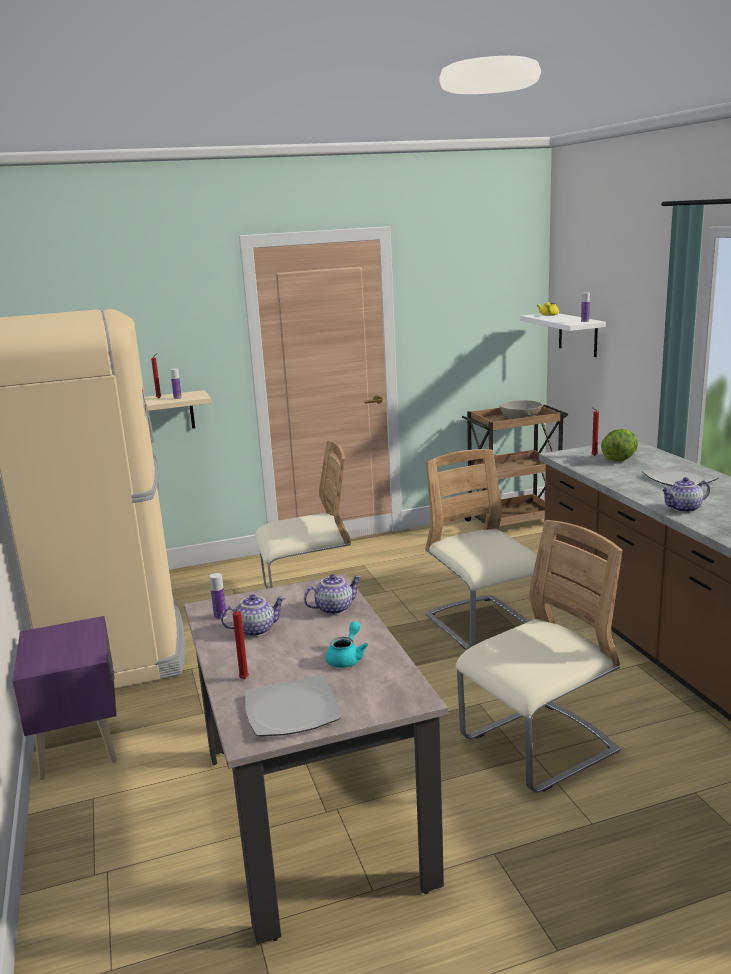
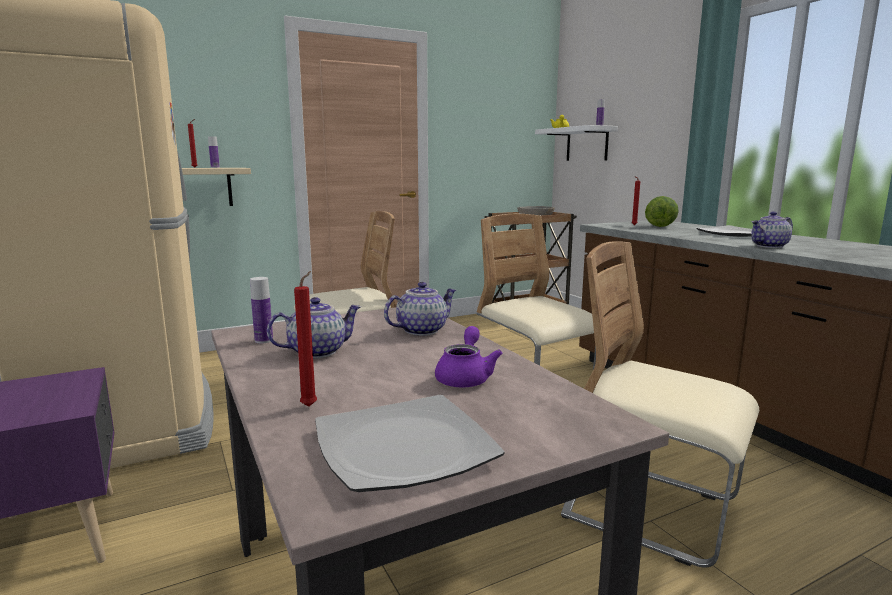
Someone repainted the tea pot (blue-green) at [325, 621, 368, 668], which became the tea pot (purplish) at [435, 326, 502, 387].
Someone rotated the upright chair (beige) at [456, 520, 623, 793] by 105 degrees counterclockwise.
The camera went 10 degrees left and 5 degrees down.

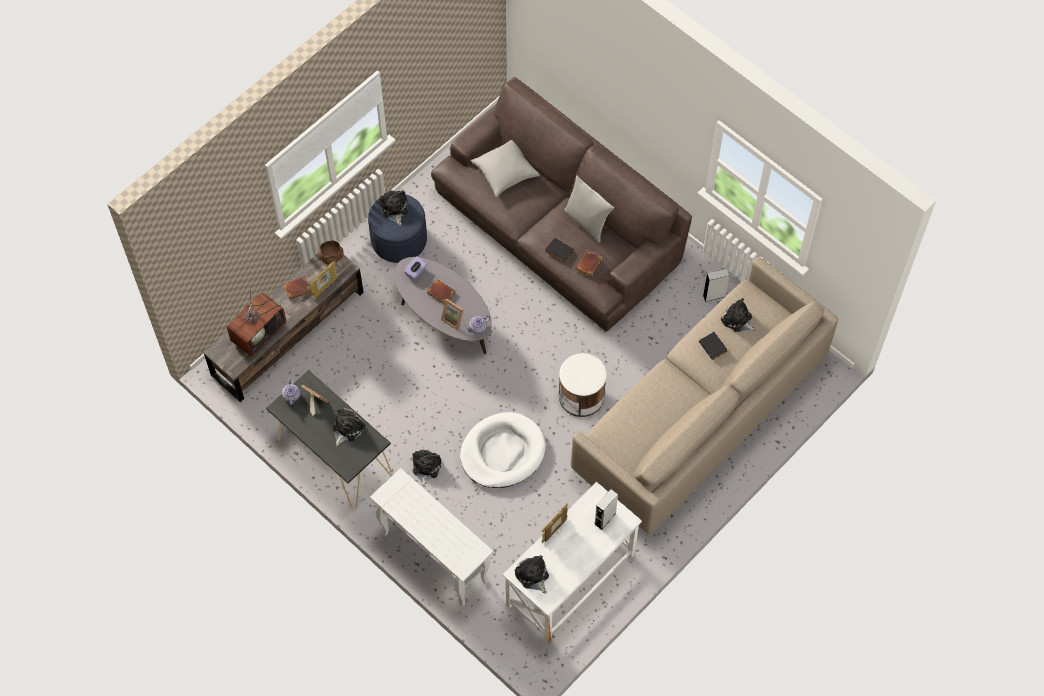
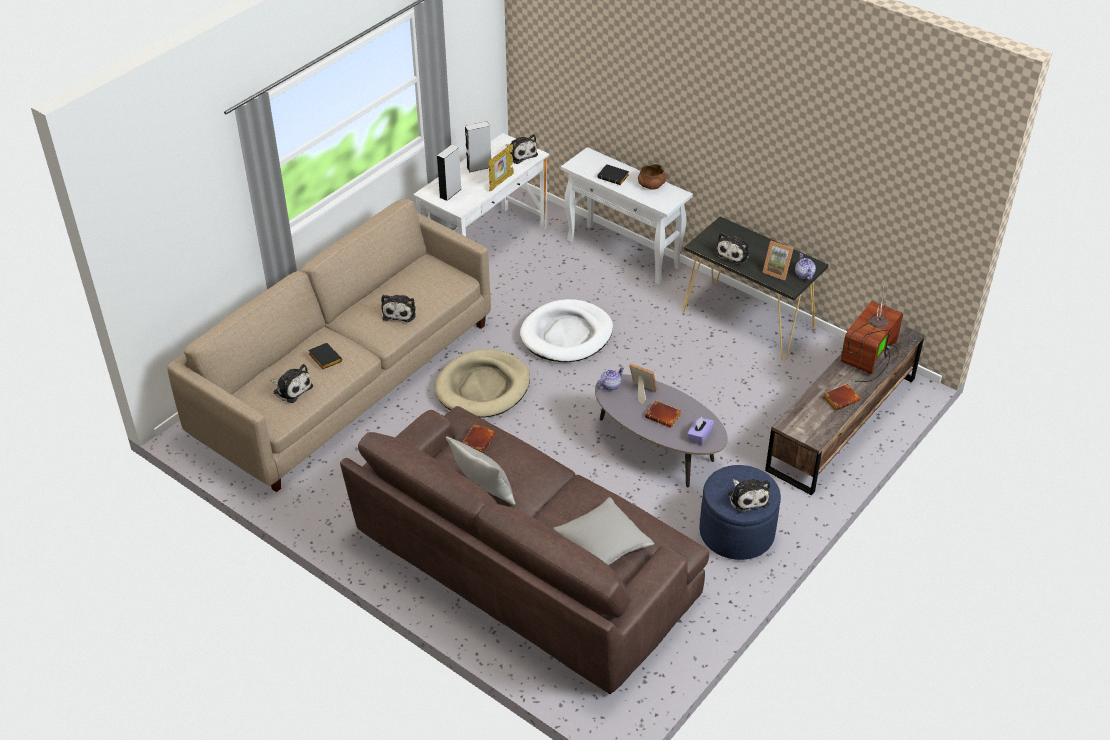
Someone carried the cuddly toy from [412, 449, 441, 487] to [381, 295, 416, 322].
Someone swapped the end table (white-coloured) at [559, 353, 607, 417] for the dog cushion (beige) at [435, 349, 530, 417].
Someone carried the loudspeaker (greyish) from [703, 269, 730, 302] to [465, 121, 491, 172].
Someone carried the volume (black) from [545, 238, 574, 263] to [597, 164, 629, 185].
Someone carried the serving bowl (brown-coloured) from [318, 240, 344, 265] to [638, 164, 666, 190].
Someone took away the photo frame at [310, 261, 338, 300].
The camera went 175 degrees right and 20 degrees down.

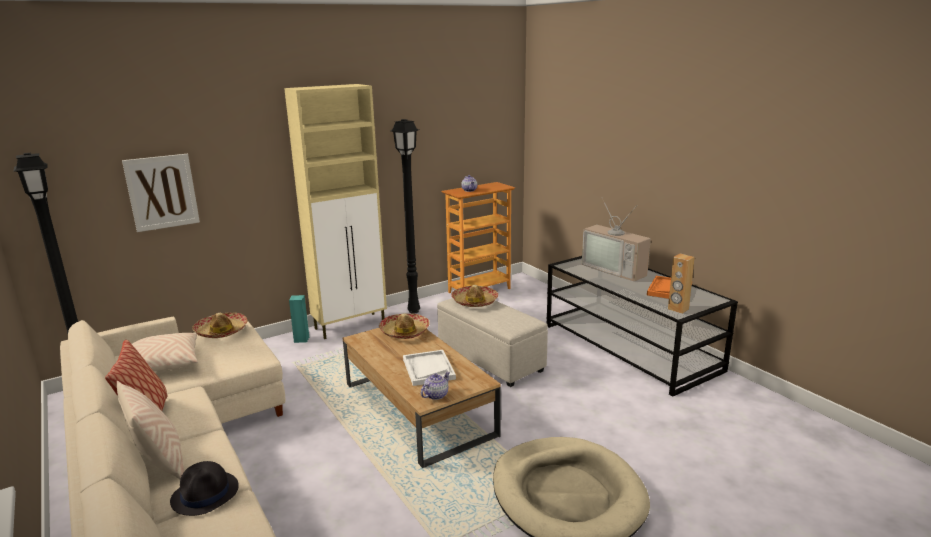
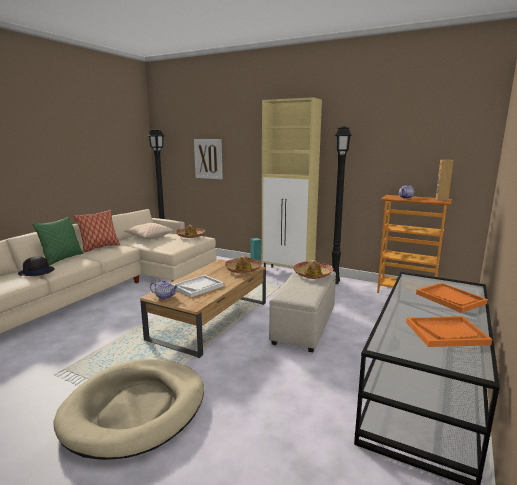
Someone repainted the throw pillow (beige) at [117, 381, 184, 480], which became the throw pillow (green-coloured) at [32, 217, 83, 266].
Someone swapped the TV at [582, 197, 651, 281] for the serving tray (orange) at [416, 283, 488, 313].
Someone carried the loudspeaker (brown-coloured) from [668, 254, 695, 314] to [436, 160, 454, 201].
The camera went 60 degrees right and 5 degrees down.

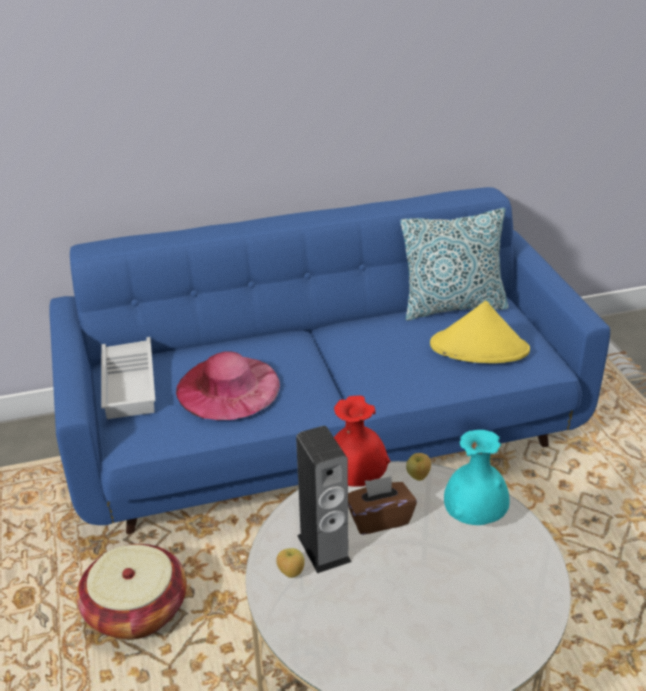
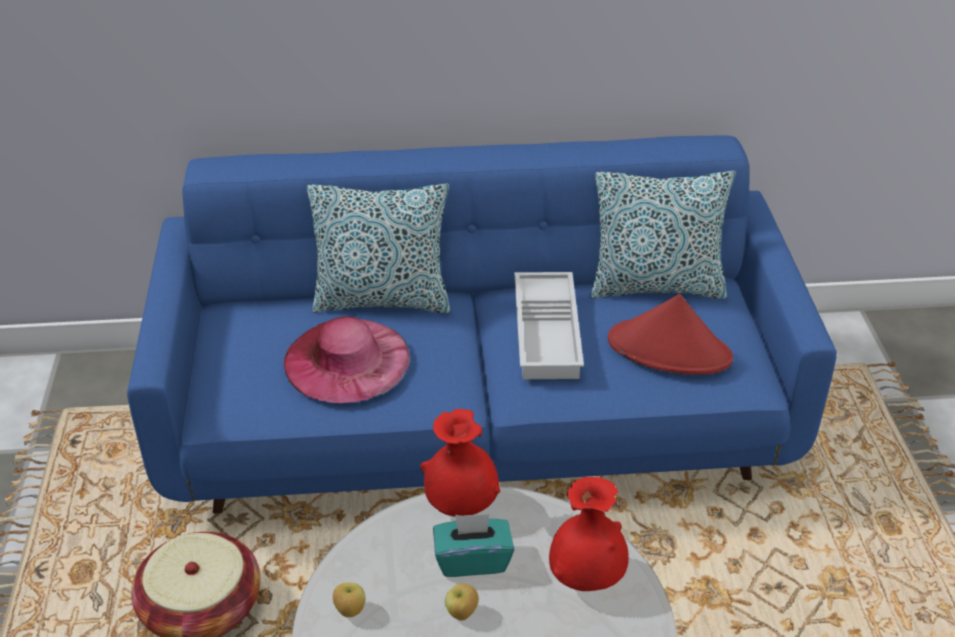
Someone put down the throw pillow at [307, 183, 451, 313].
Someone repainted the box of tissues (brown-coloured) at [348, 476, 417, 535], which became the box of tissues (blue-green) at [433, 514, 514, 577].
Someone carried the whole apple from [406, 453, 431, 481] to [445, 584, 479, 621].
Someone carried the serving tray (white-coloured) from [101, 337, 155, 419] to [514, 272, 584, 379].
Someone repainted the vase (blue-green) at [444, 430, 509, 525], which became the vase (reddish) at [549, 477, 629, 591].
Someone repainted the hat (yellow-coloured) at [430, 301, 530, 363], which became the hat (reddish) at [608, 294, 733, 375].
Someone took away the loudspeaker at [296, 426, 351, 573].
The camera went 10 degrees right and 5 degrees up.

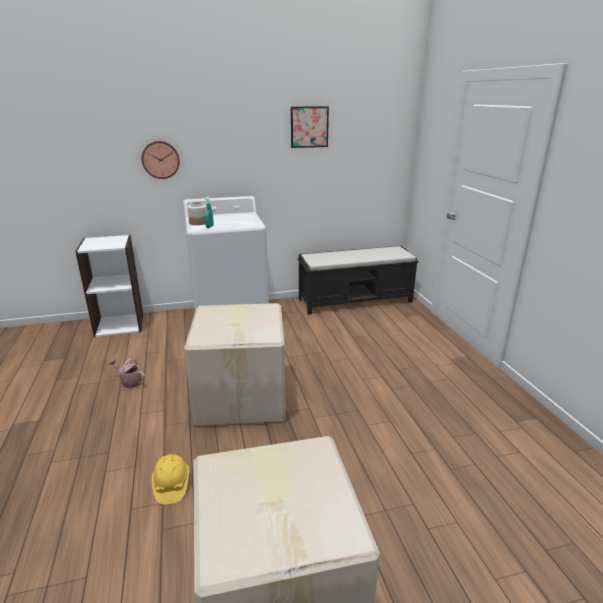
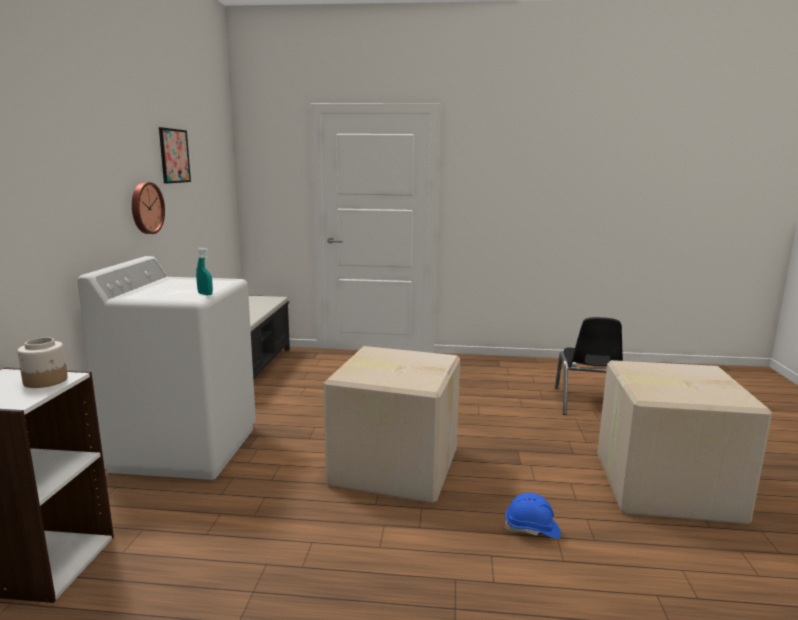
Someone carried the storage jar from [188, 202, 207, 225] to [17, 337, 68, 388].
Someone carried the clock on the wall from [142, 141, 180, 179] to [132, 182, 165, 234].
Someone repainted the work helmet (yellow-coloured) at [152, 454, 189, 505], which became the work helmet (blue-coloured) at [504, 493, 561, 539].
Someone put down the upright chair (black) at [555, 317, 623, 415].
Someone took away the sprinkling can at [109, 359, 145, 388].
The camera went 70 degrees left and 10 degrees down.

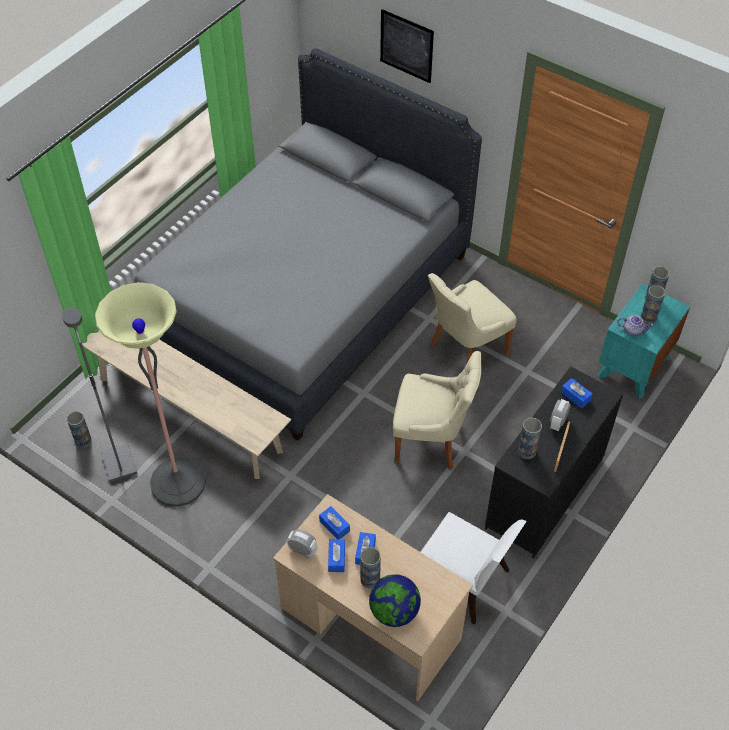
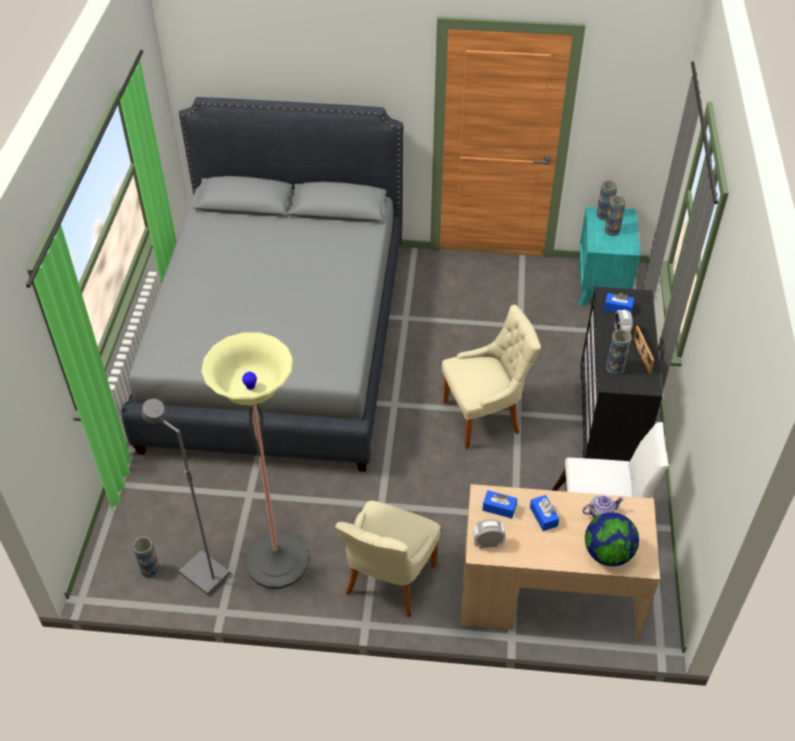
Someone carried the upright chair (beige) from [428, 273, 517, 364] to [335, 501, 441, 618].
Someone carried the tea pot from [617, 315, 653, 336] to [582, 495, 624, 518].
Someone took away the bench (beige) at [82, 330, 291, 479].
Someone took away the box of tissues (blue-coloured) at [328, 539, 345, 572].
Someone took away the vase at [360, 547, 381, 589].
Someone took away the picture at [380, 9, 434, 83].
The camera went 30 degrees left and 5 degrees down.

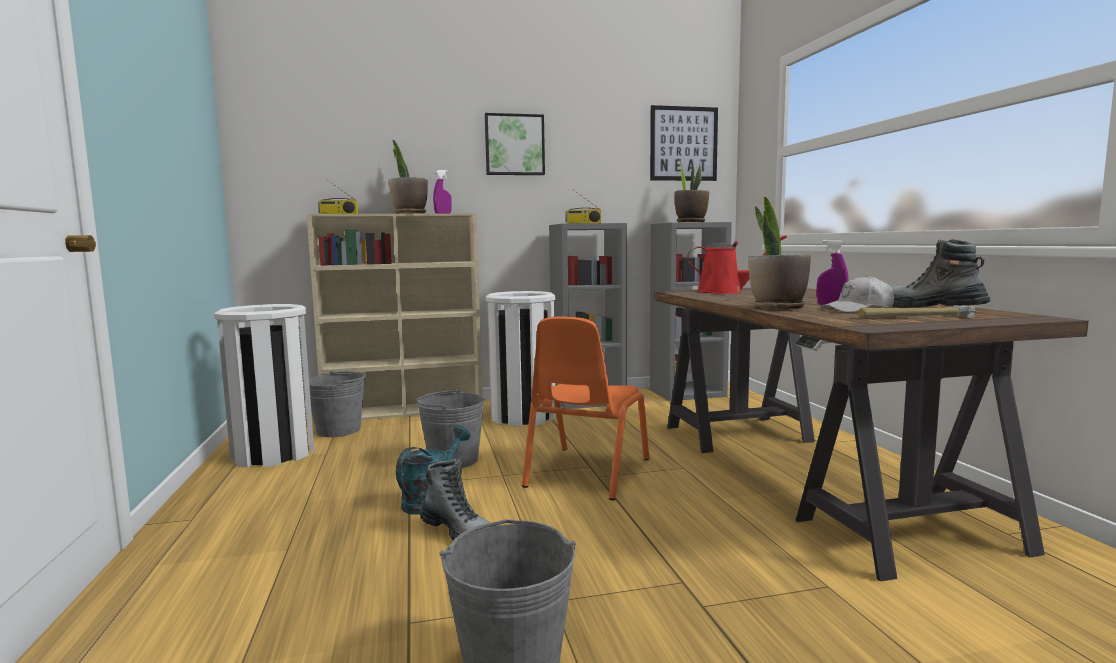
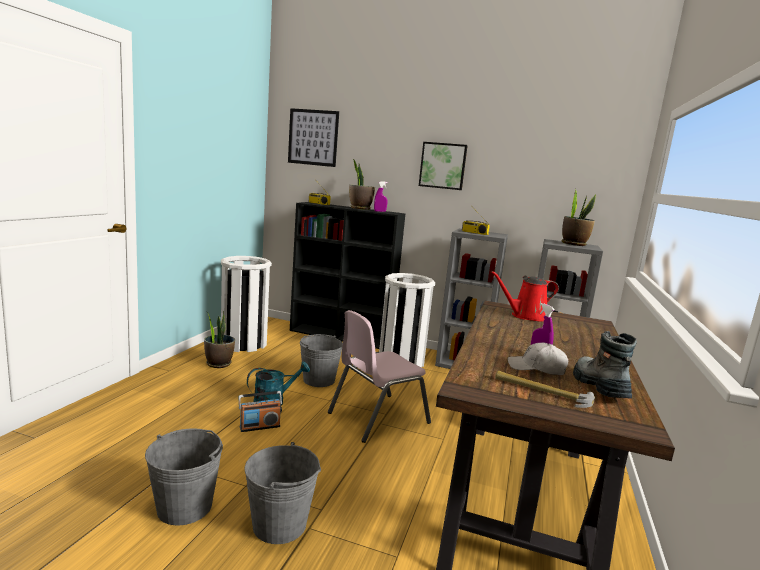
Someone carried the houseplant from [748, 196, 811, 309] to [204, 311, 235, 368].
Someone swapped the boot at [420, 458, 491, 540] for the radio set at [239, 391, 282, 432].
Someone carried the pail (greyish) from [309, 371, 366, 437] to [244, 442, 321, 544].
Someone carried the picture from [650, 105, 718, 181] to [288, 108, 339, 167].
Someone repainted the bookshelf (beige) at [307, 213, 483, 420], which became the bookshelf (black) at [290, 202, 405, 349].
Someone repainted the upright chair (orange) at [522, 316, 649, 500], which became the upright chair (pinkish) at [328, 310, 431, 443].
Someone rotated the sprinkling can (reddish) at [687, 235, 787, 294] by 120 degrees clockwise.
The camera went 30 degrees right and 5 degrees up.

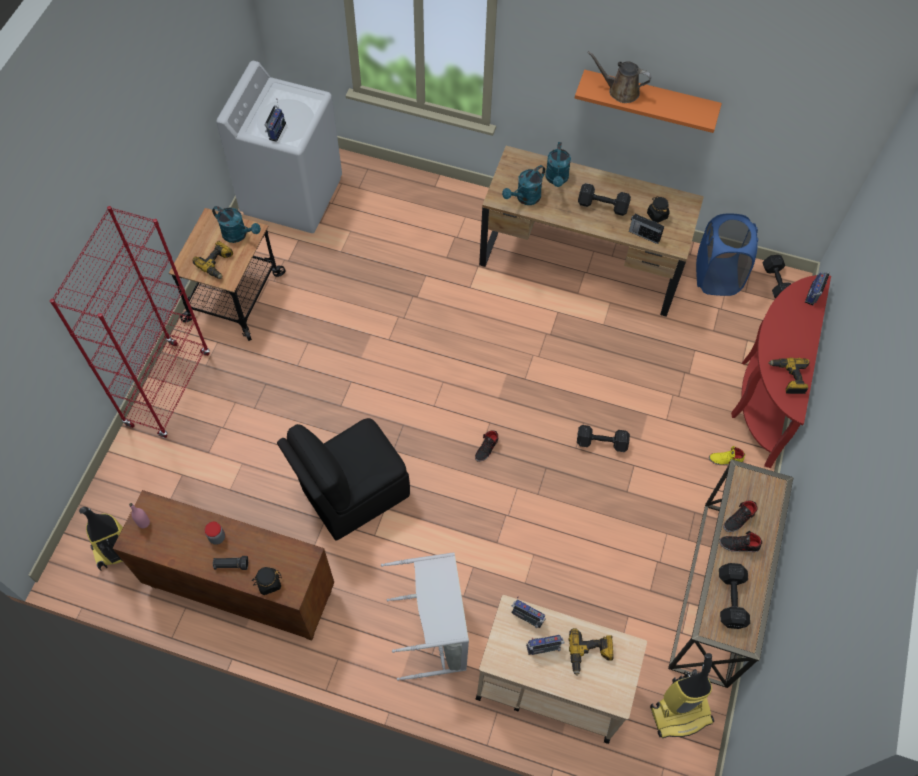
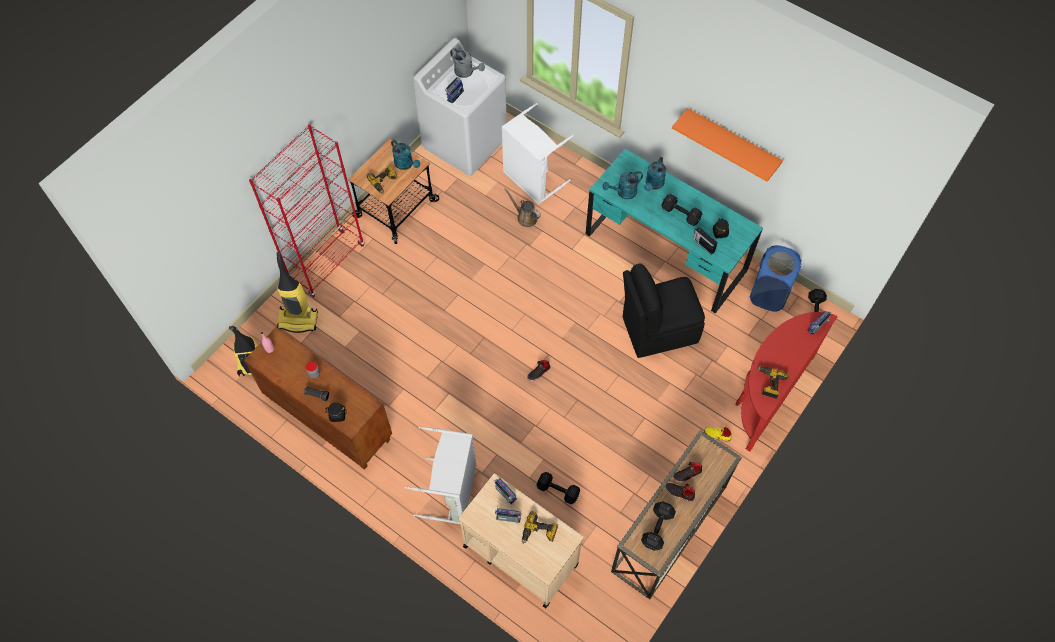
Someone carried the vacuum cleaner from [650, 653, 714, 738] to [276, 252, 318, 333].
Someone put down the sprinkling can (greyish) at [450, 48, 485, 78].
Someone put down the laundry basket (white-coloured) at [502, 103, 574, 205].
Someone carried the sprinkling can (brown-coloured) from [587, 51, 651, 103] to [505, 188, 541, 227].
Someone carried the dumbbell (black) from [577, 425, 630, 452] to [537, 472, 580, 504].
Someone repainted the desk (brown-coloured) at [479, 146, 704, 317], which became the desk (blue-green) at [586, 149, 763, 314].
Someone carried the upright chair (black) from [277, 418, 410, 541] to [623, 264, 705, 358].
The camera went 20 degrees right and 0 degrees up.

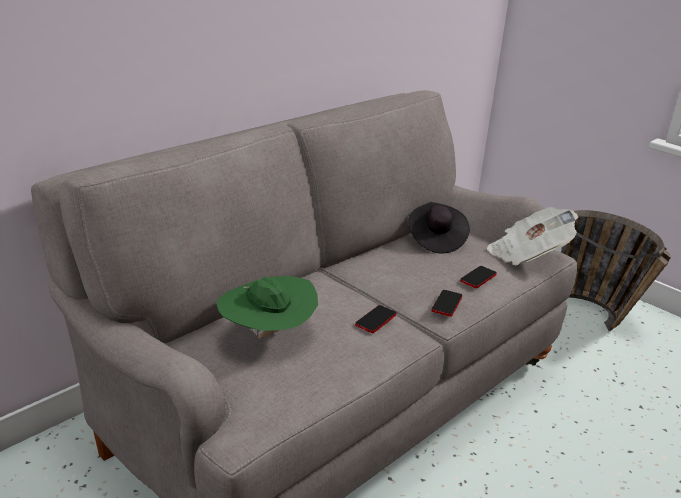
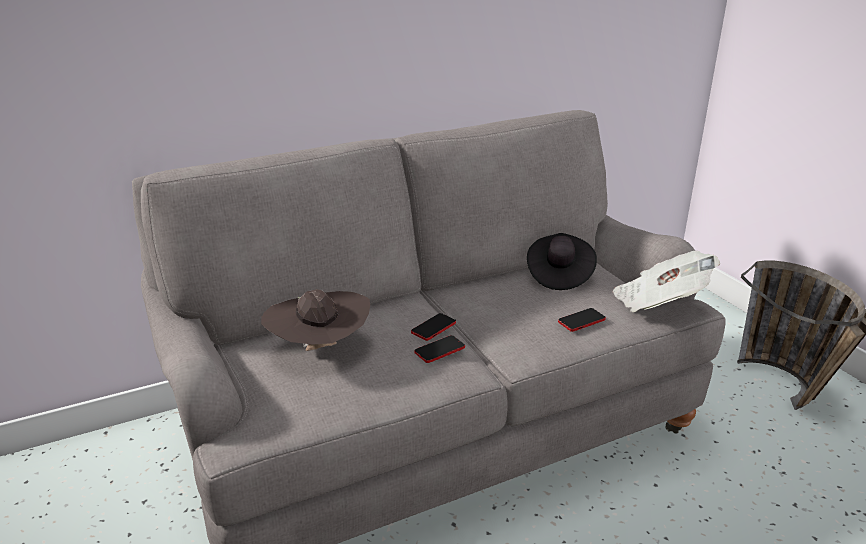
Someone repainted the hat (green-coloured) at [217, 276, 318, 338], which became the hat (brown-coloured) at [261, 289, 370, 351].
Someone carried the telephone from [432, 290, 462, 317] to [411, 313, 456, 341].
The camera went 20 degrees right and 0 degrees up.

